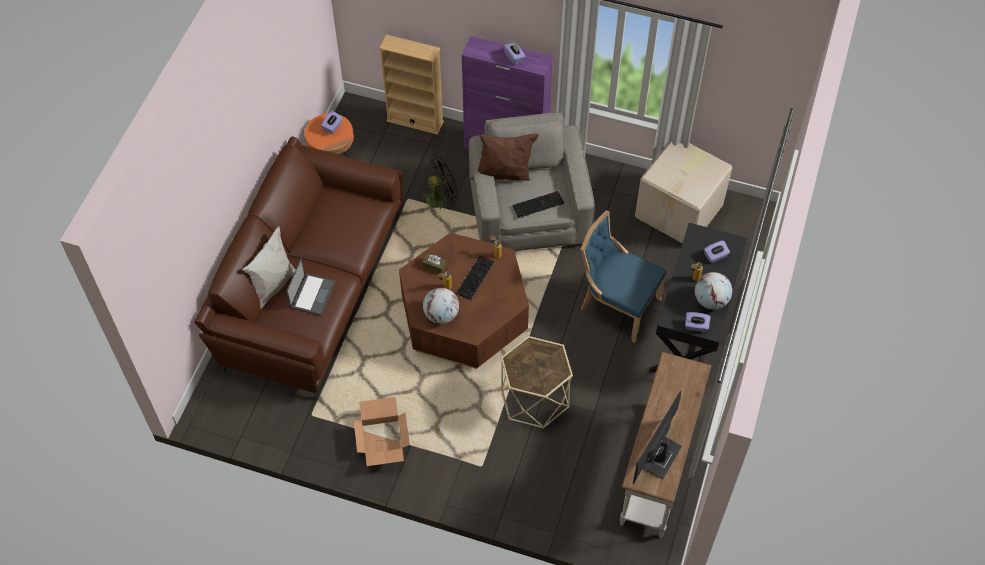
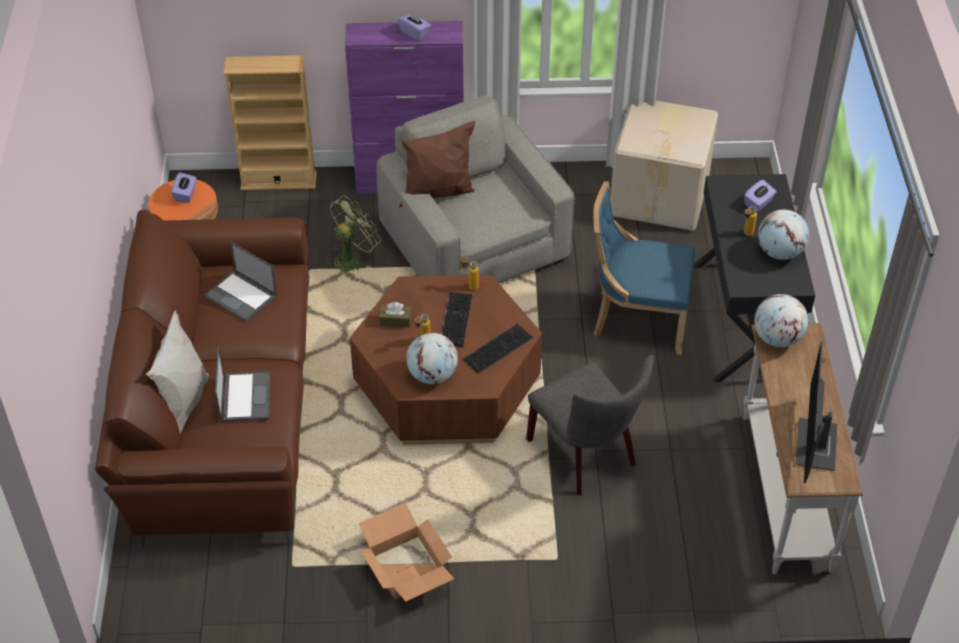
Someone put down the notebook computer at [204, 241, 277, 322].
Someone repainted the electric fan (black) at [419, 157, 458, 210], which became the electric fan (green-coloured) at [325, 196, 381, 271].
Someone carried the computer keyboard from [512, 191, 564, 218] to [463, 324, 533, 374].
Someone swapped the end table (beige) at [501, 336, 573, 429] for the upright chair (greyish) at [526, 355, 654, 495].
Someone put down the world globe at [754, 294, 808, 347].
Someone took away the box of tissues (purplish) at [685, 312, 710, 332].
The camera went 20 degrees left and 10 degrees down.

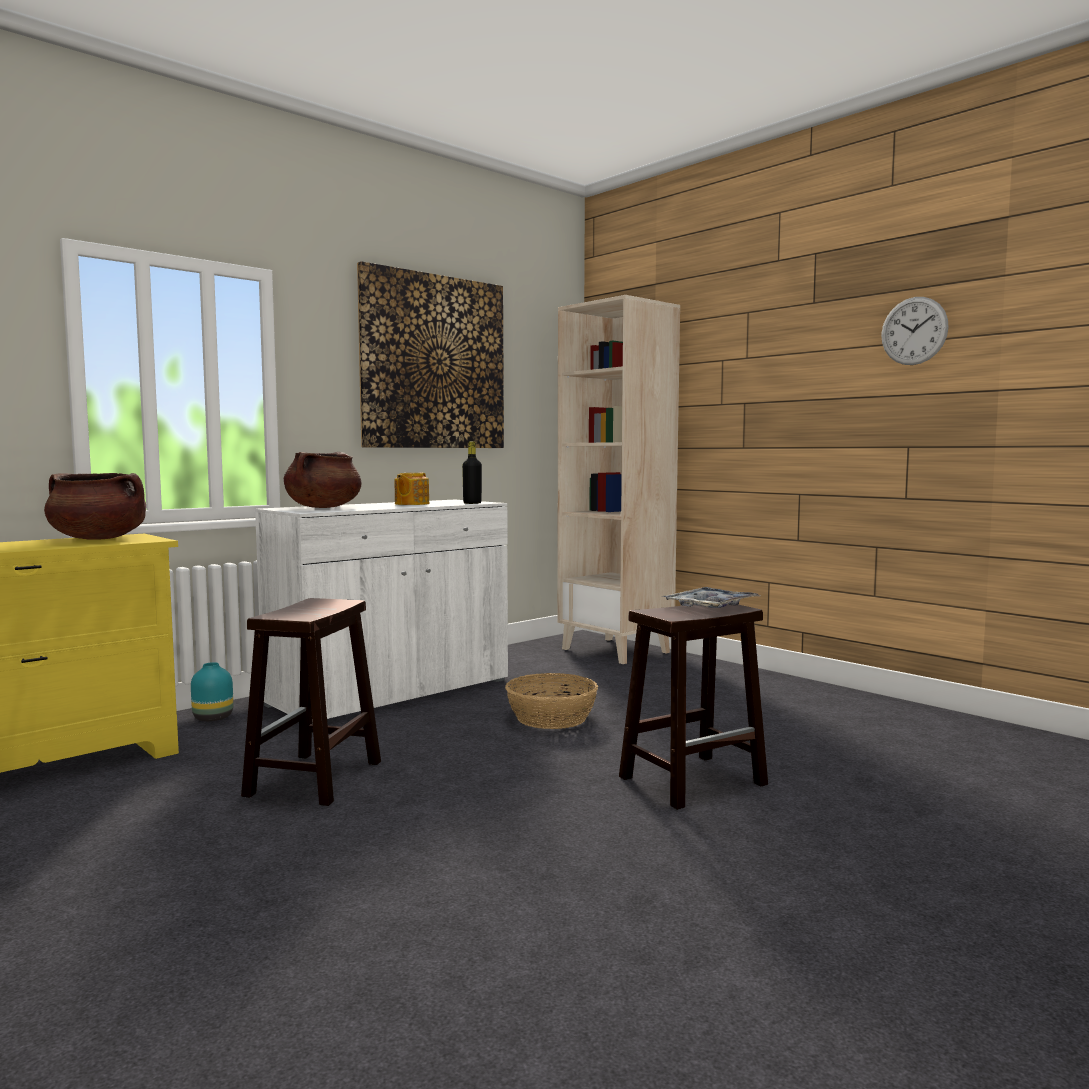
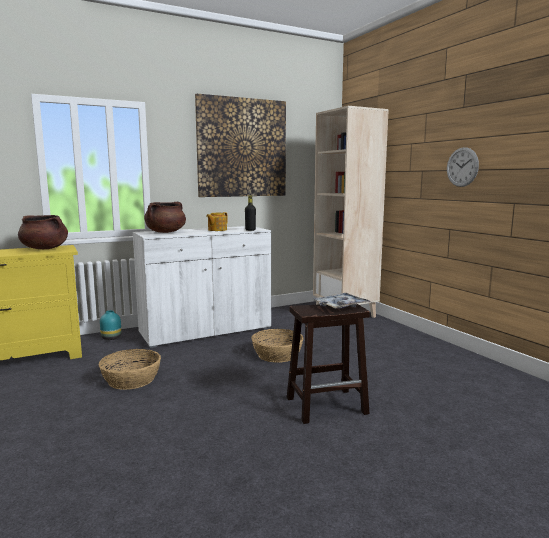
Someone swapped the sitting stool (brown-coloured) at [241, 598, 381, 806] for the basket at [98, 349, 161, 390].
Someone carried the clock on the wall from [881, 297, 949, 365] to [447, 147, 479, 187].
The camera went 15 degrees right and 5 degrees up.

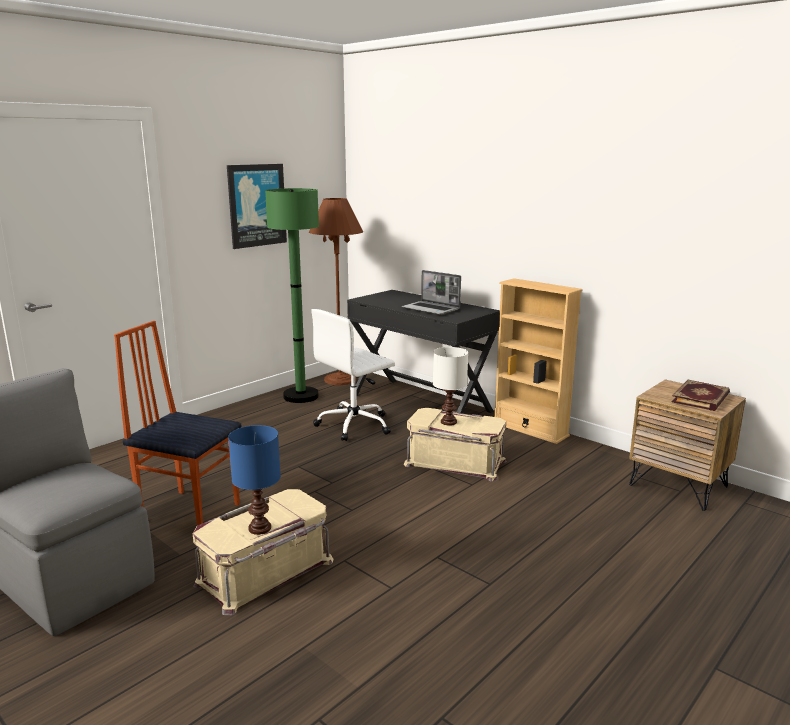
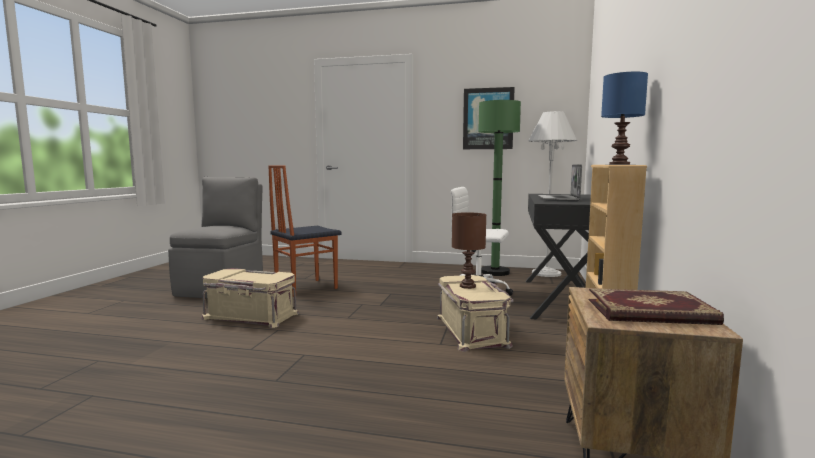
Someone rotated the upright chair at [114, 321, 241, 526] by 120 degrees counterclockwise.
Someone repainted the table lamp (white-coloured) at [433, 347, 468, 426], which became the table lamp (brown-coloured) at [452, 212, 486, 289].
Someone repainted the floor lamp (brown-coloured) at [309, 198, 363, 385], which became the floor lamp (white-coloured) at [528, 111, 577, 277].
Someone carried the table lamp (blue-coloured) from [228, 425, 281, 535] to [601, 72, 648, 164].
The camera went 60 degrees right and 10 degrees down.

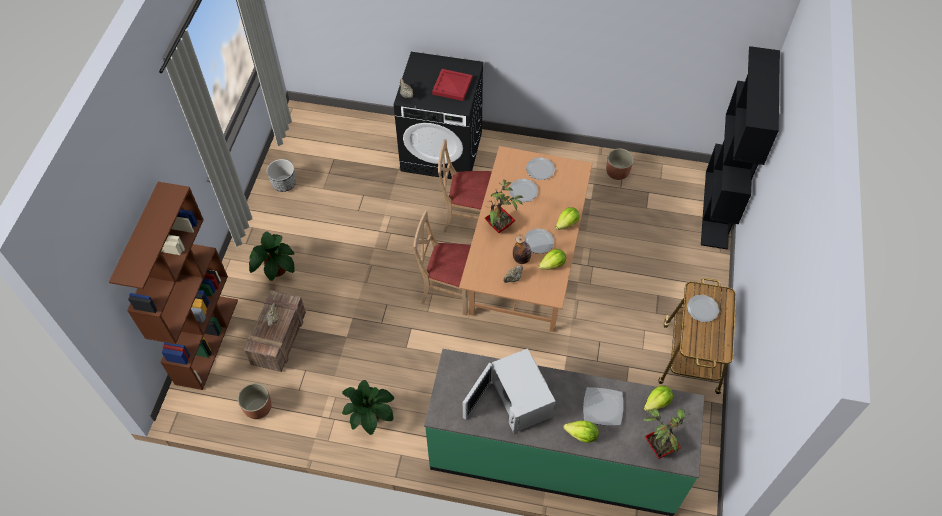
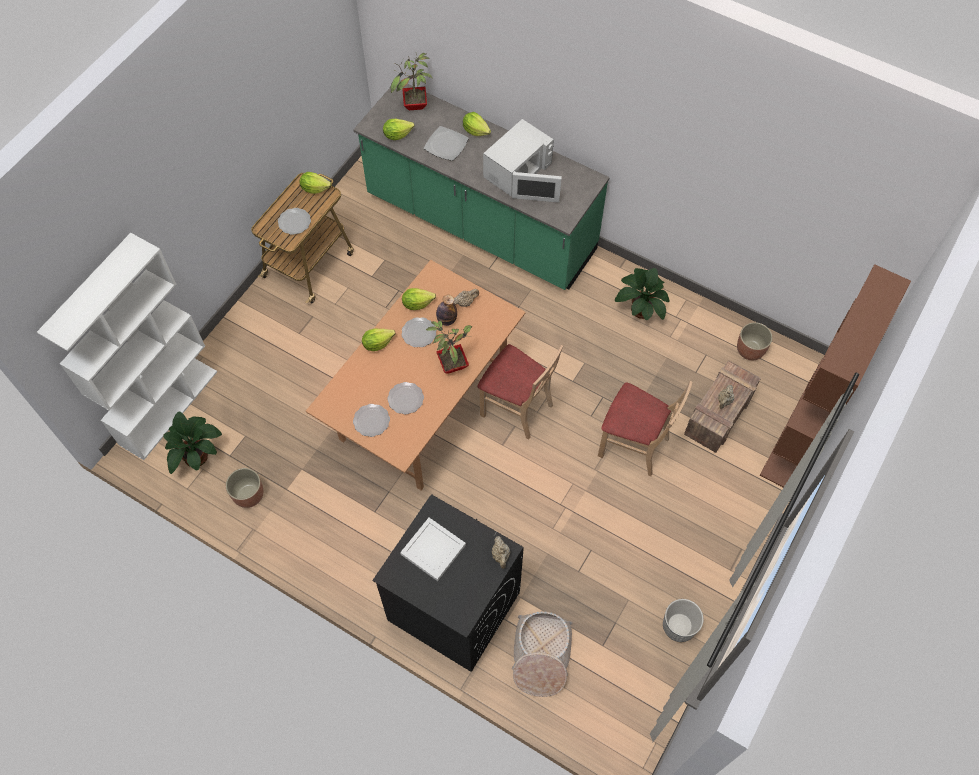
Someone repainted the bookshelf (black) at [701, 46, 780, 250], which became the bookshelf (white-coloured) at [37, 233, 217, 460].
Someone carried the houseplant from [249, 231, 295, 281] to [163, 412, 222, 474].
Someone put down the lettuce head at [300, 172, 331, 194].
Someone repainted the serving tray (reddish) at [432, 69, 472, 101], which became the serving tray (white-coloured) at [400, 518, 466, 581].
Someone rotated the microwave (white-coloured) at [463, 348, 556, 433] by 45 degrees clockwise.
Someone put down the basket at [512, 611, 573, 697].
Someone carried the upright chair (beige) from [438, 139, 492, 233] to [598, 381, 693, 476].
The camera went 160 degrees left and 5 degrees up.

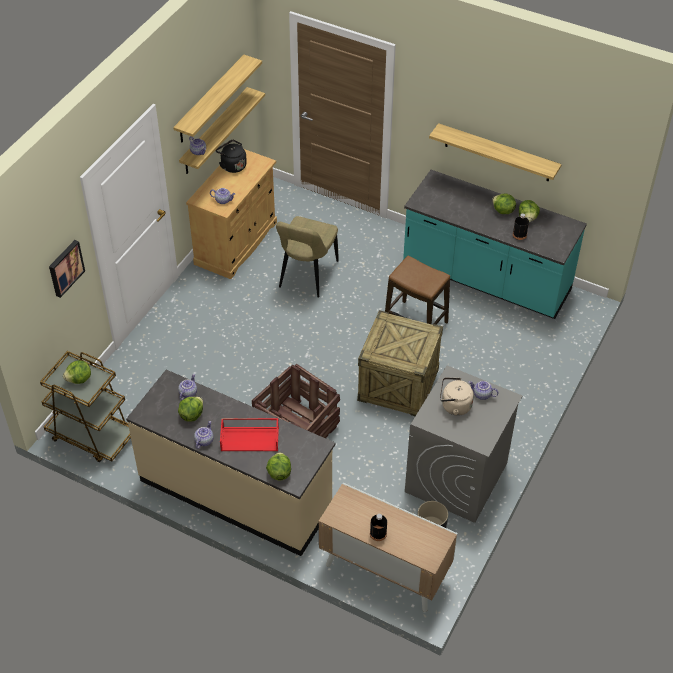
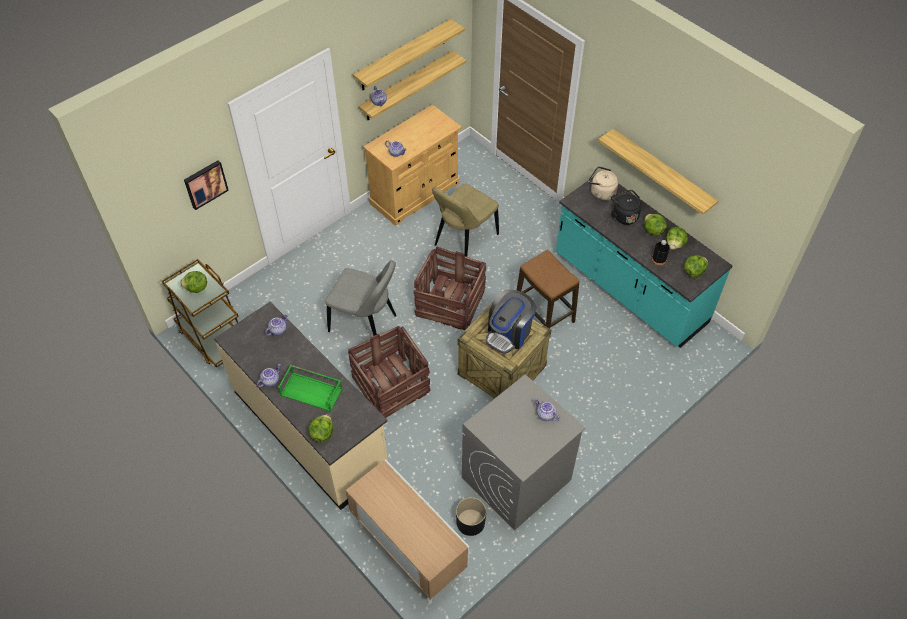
Someone repainted the serving tray (reddish) at [220, 418, 279, 451], which became the serving tray (green-coloured) at [278, 365, 343, 412].
Someone put down the upright chair (greyish) at [325, 260, 396, 336].
Someone put down the shipping crate at [414, 247, 486, 330].
Someone put down the coffee brewer at [486, 289, 536, 354].
Someone carried the water kettle (beige) from [440, 377, 474, 415] to [588, 166, 618, 201].
Someone carried the water kettle (black) from [215, 140, 247, 173] to [611, 190, 641, 225].
Someone carried the lettuce head from [178, 397, 203, 422] to [684, 255, 708, 278].
Someone took away the beverage bottle (black) at [370, 514, 387, 541].
The camera went 20 degrees right and 5 degrees up.

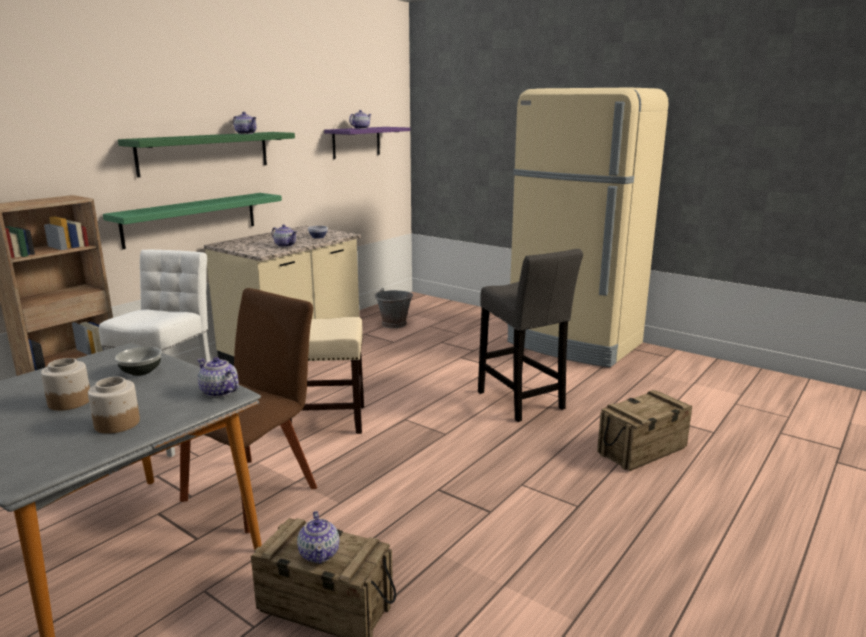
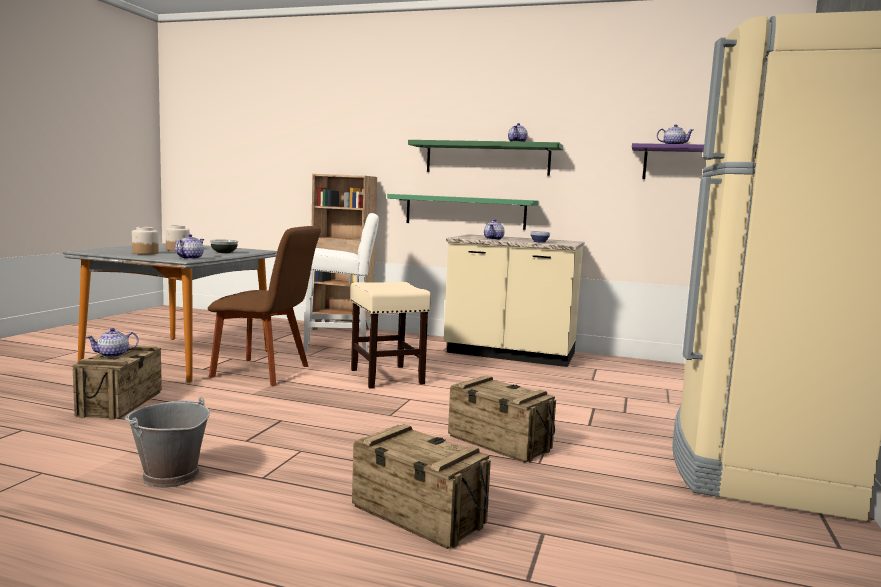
Someone carried the pail (greyish) from [375, 288, 413, 328] to [125, 397, 210, 488].
Someone swapped the sitting stool (greyish) at [478, 249, 583, 422] for the shipping crate at [448, 376, 556, 463].
The camera went 70 degrees right and 10 degrees down.

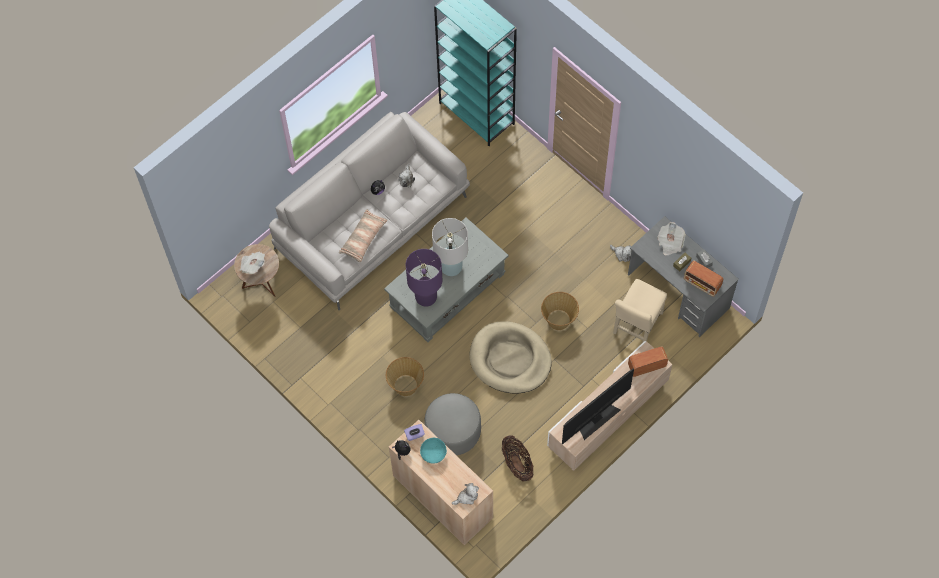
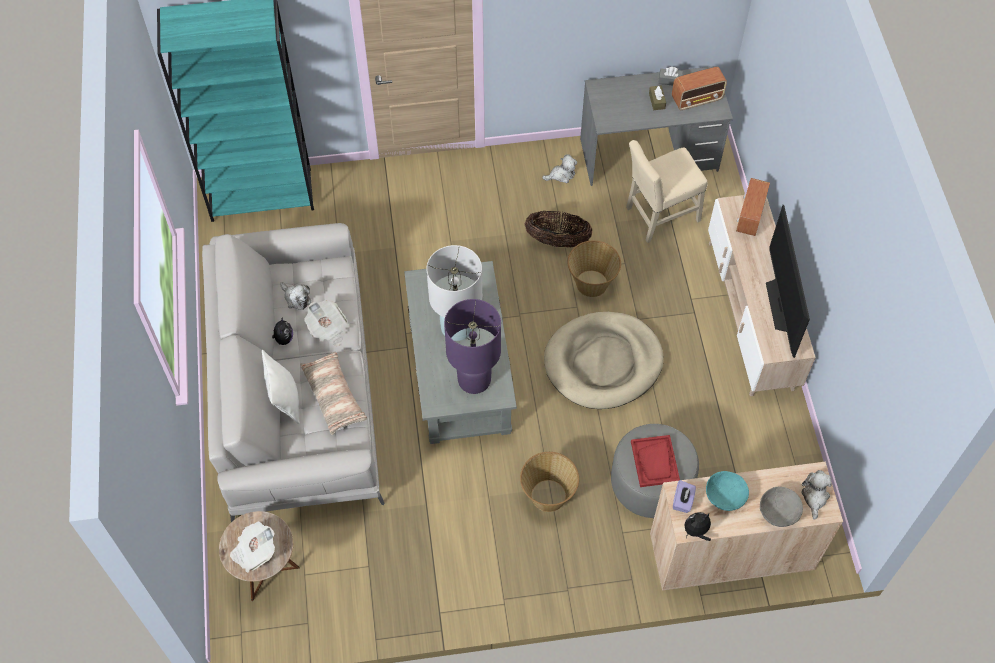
Someone put down the throw pillow (white-coloured) at [262, 350, 300, 424].
Someone carried the newspaper from [657, 222, 686, 255] to [305, 300, 350, 346].
Someone carried the basket from [502, 435, 534, 482] to [525, 210, 592, 248].
Someone rotated the upright chair (beige) at [613, 279, 667, 343] by 90 degrees clockwise.
Someone put down the serving tray (reddish) at [631, 435, 680, 487].
Someone put down the serving bowl (greyish) at [760, 487, 803, 527].
The camera went 55 degrees left and 5 degrees down.

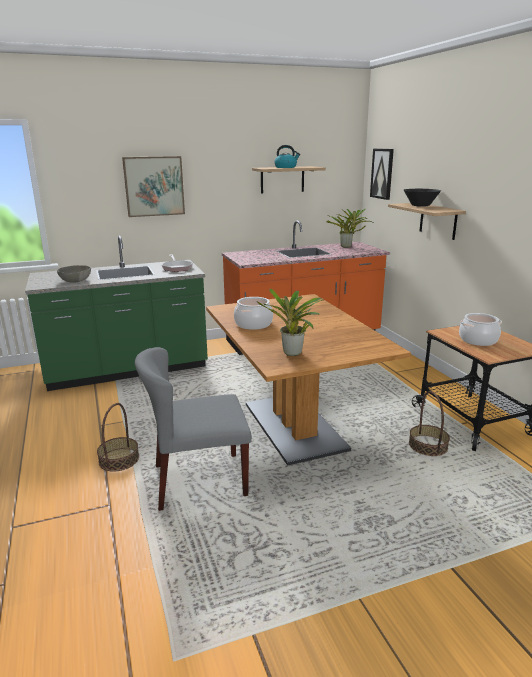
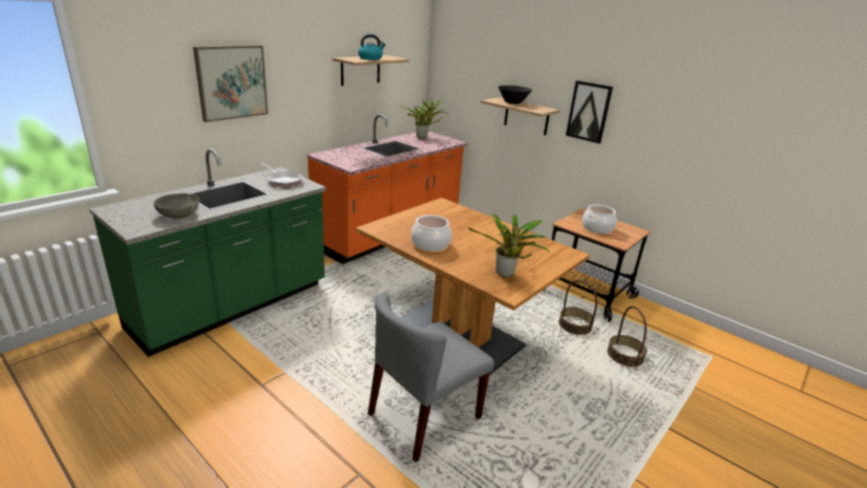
Someone carried the picture from [370, 149, 394, 200] to [566, 81, 613, 144].
Someone carried the basket from [97, 403, 139, 471] to [607, 306, 647, 367].
The camera went 30 degrees left and 5 degrees up.

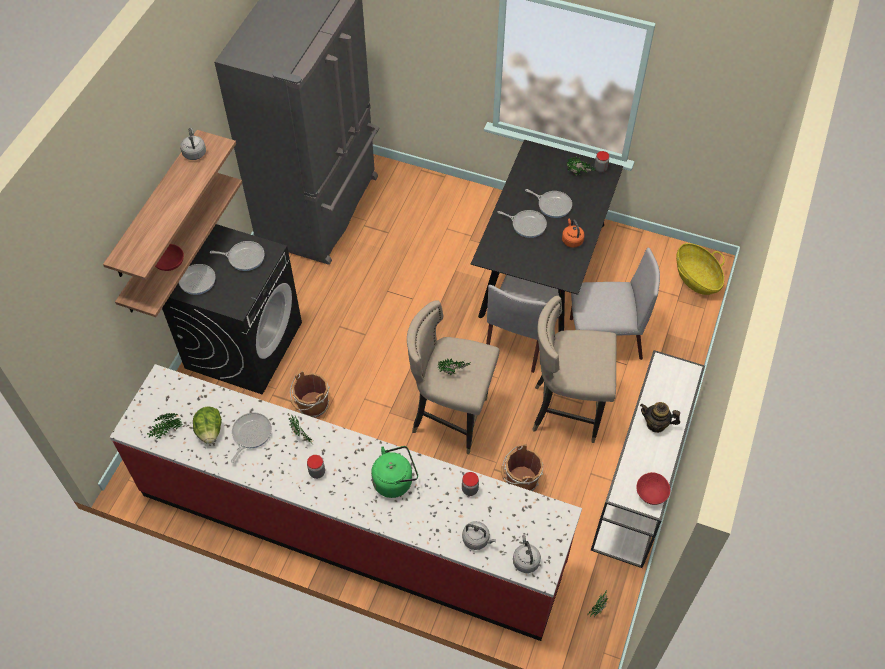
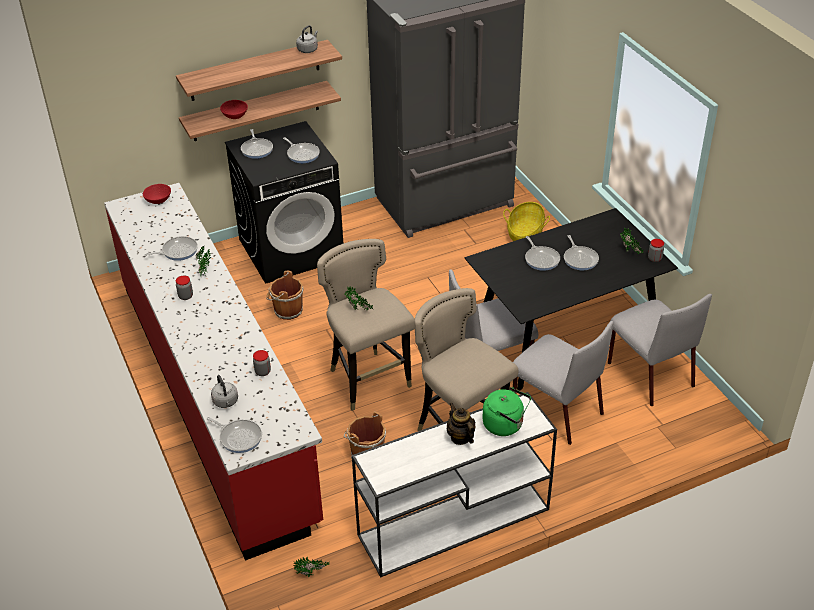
Someone carried the serving bowl (reddish) from [636, 472, 670, 505] to [143, 184, 171, 204].
Someone swapped the water kettle (greyish) at [513, 534, 541, 573] for the pan at [207, 417, 262, 453].
Someone carried the water kettle (green-coloured) from [371, 446, 418, 498] to [482, 387, 531, 436].
Someone carried the basket from [676, 243, 725, 295] to [503, 202, 550, 241].
Someone put down the upright chair (greyish) at [608, 294, 712, 406].
Someone took away the houseplant at [147, 413, 183, 440].
Someone took away the lettuce head at [193, 407, 222, 444].
Someone took away the water kettle (orange) at [562, 218, 585, 248].
The camera went 45 degrees right and 15 degrees down.

